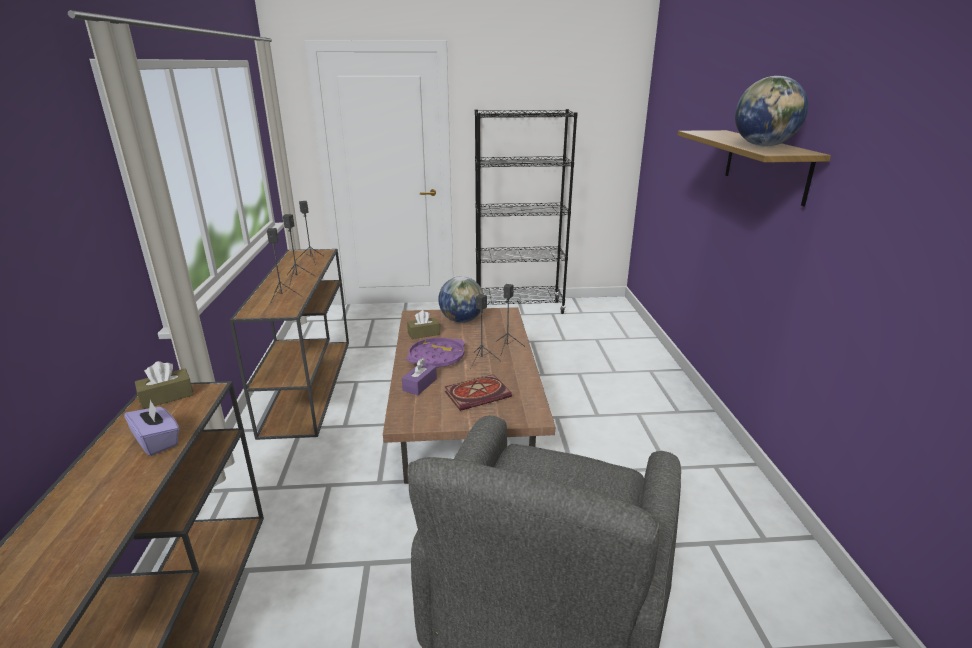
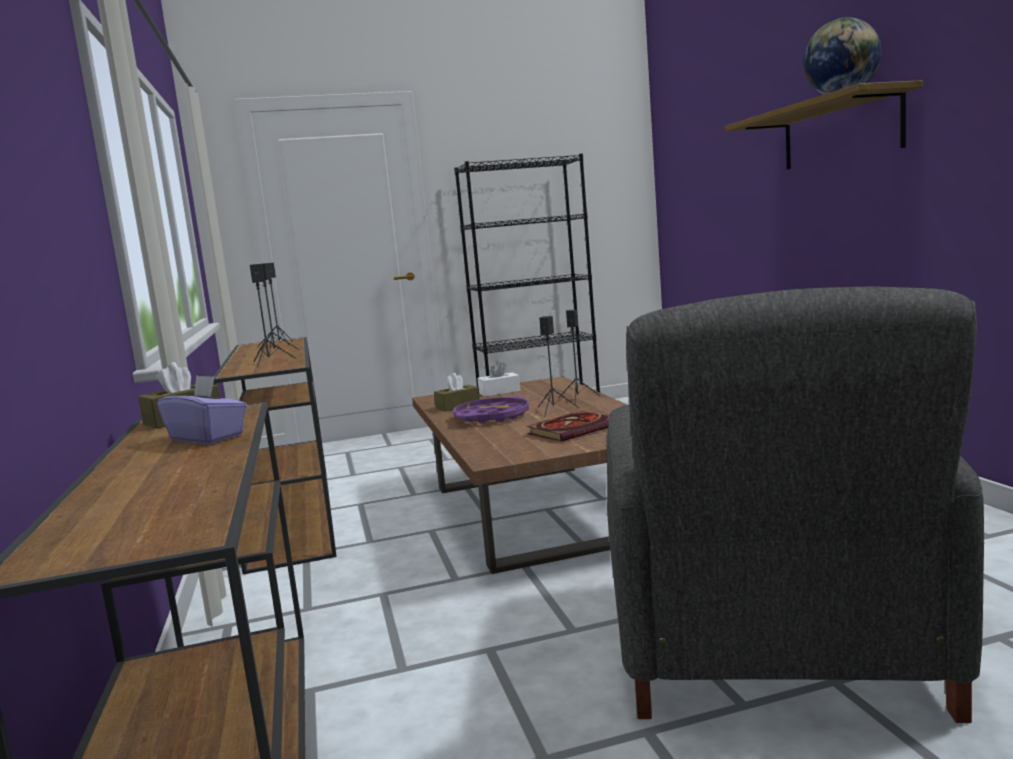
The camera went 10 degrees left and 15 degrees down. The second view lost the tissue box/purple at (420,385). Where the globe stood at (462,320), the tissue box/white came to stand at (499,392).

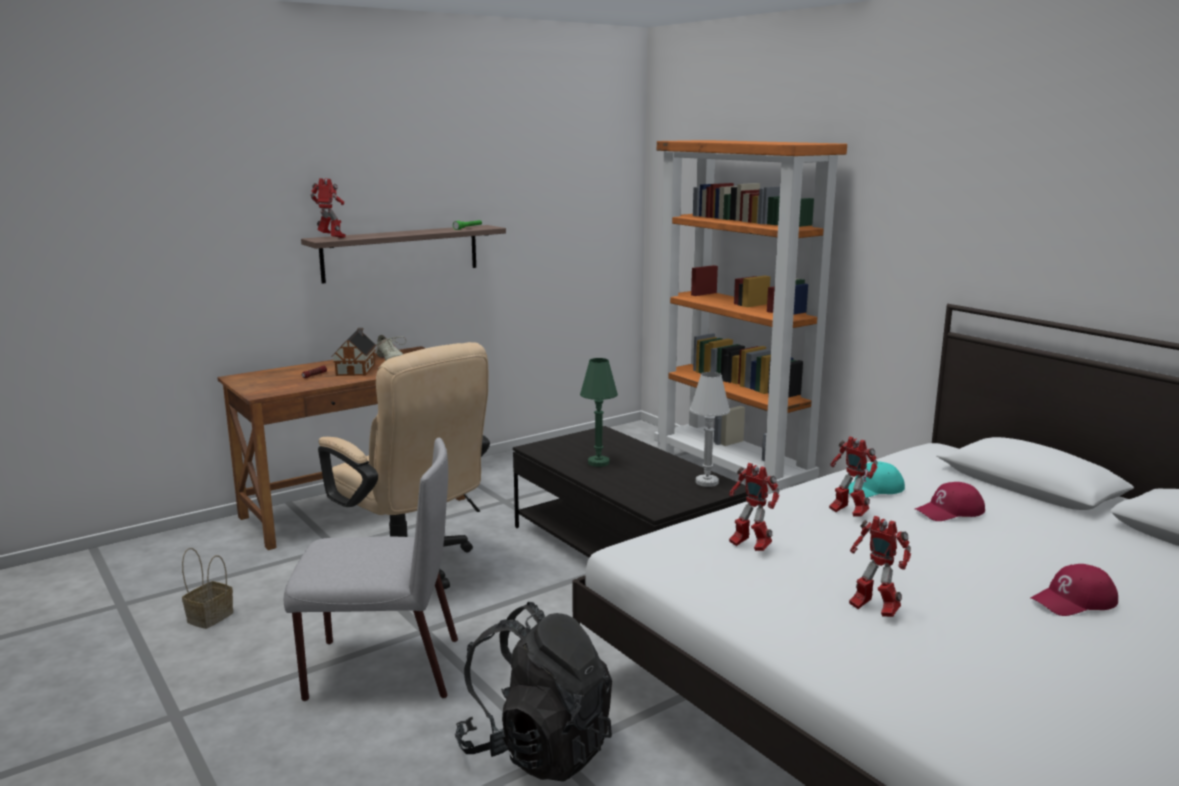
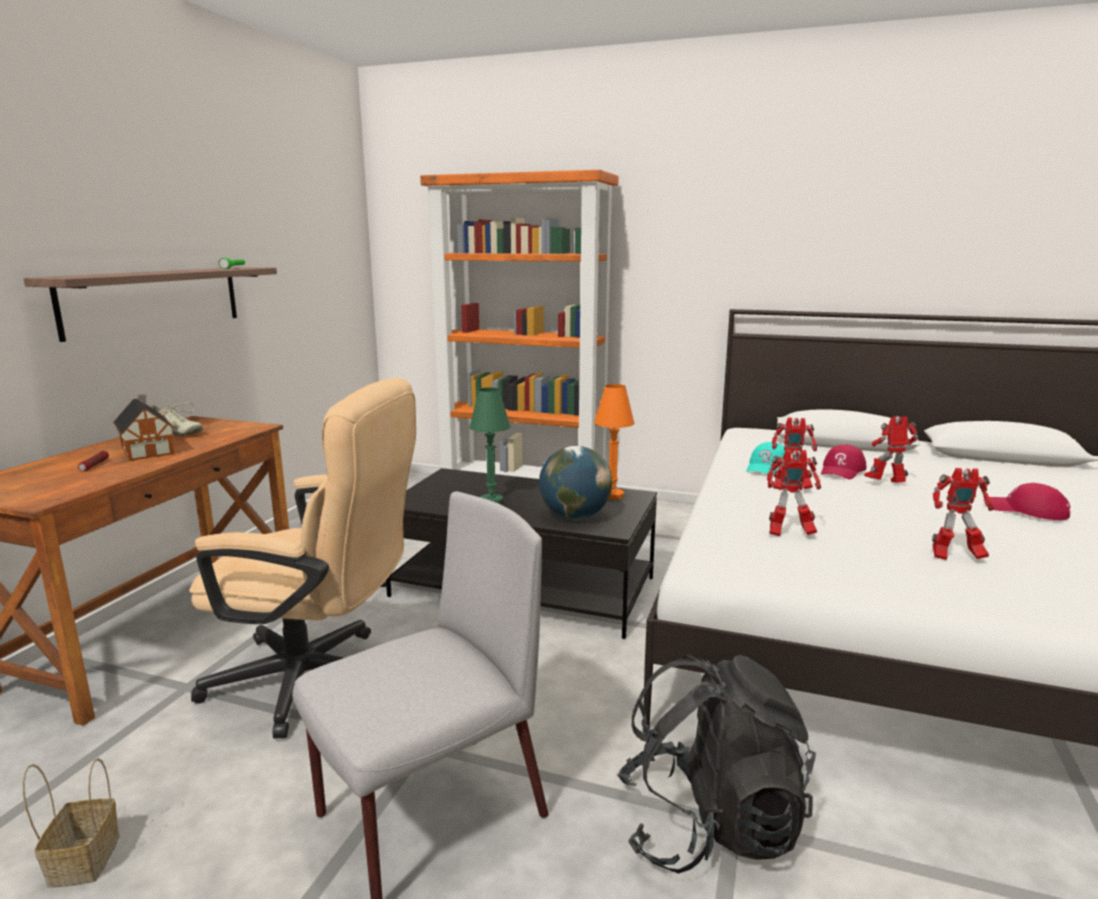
The camera went 35 degrees left and 0 degrees up. The toy robot ended up elsewhere, having gone from (331,238) to (887,484). What was the table lamp/white at (707,482) turned into the table lamp/orange at (612,495). The cap/red at (1074,601) ended up facing another way, 90 degrees clockwise from before. The second view gained the globe at (574,516).

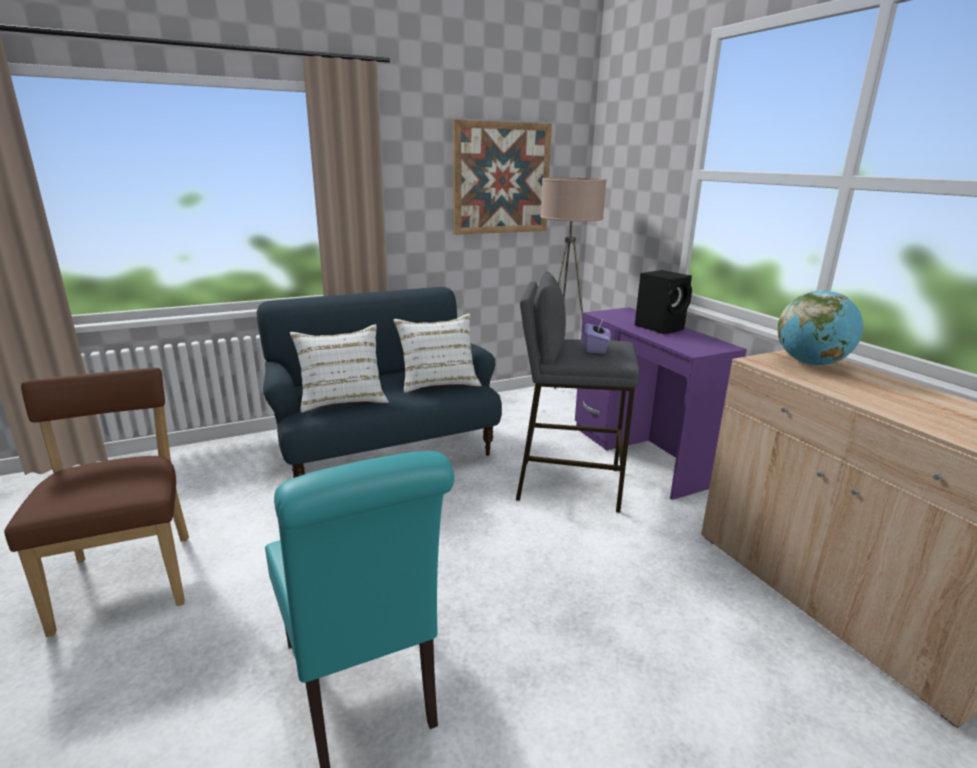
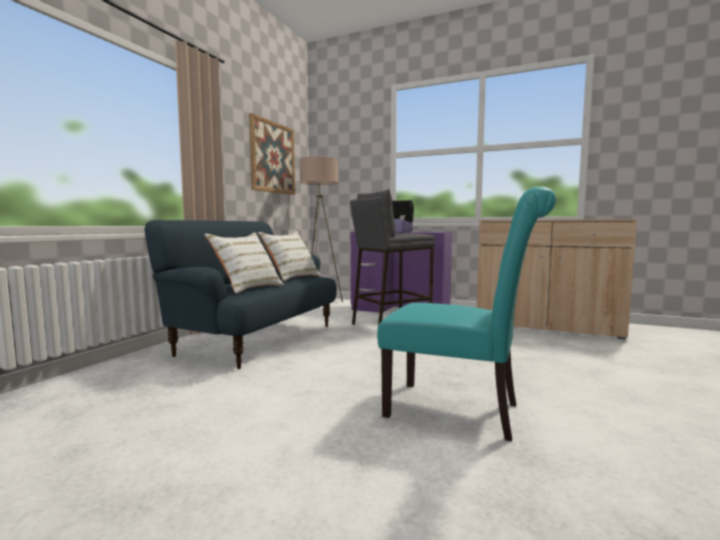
The camera went 40 degrees left and 15 degrees down. The second view lost the chair/brown at (129,577). The second view lost the globe at (811,363).

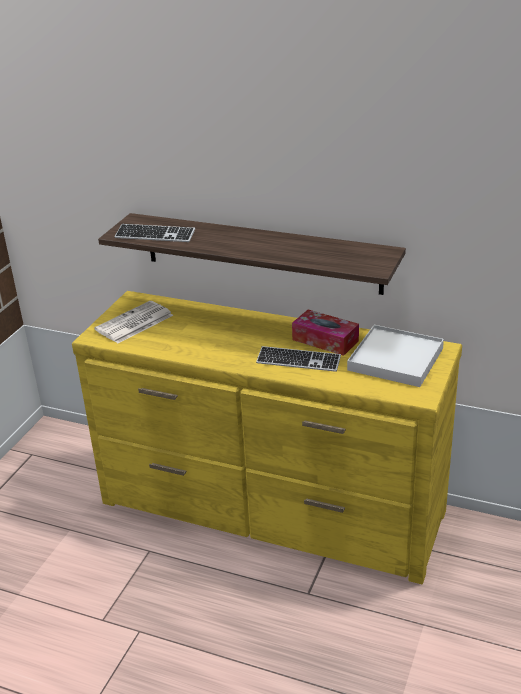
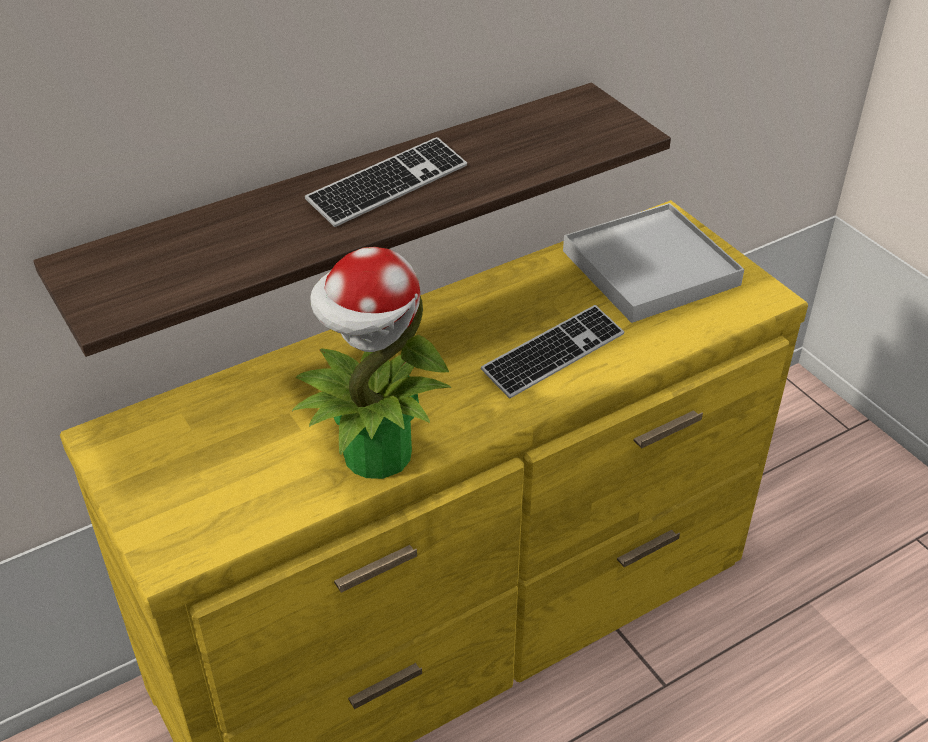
The camera went 55 degrees left and 10 degrees up. The second view lost the newspaper at (134,323). The keyboard ended up elsewhere, having gone from (155,235) to (388,185). The second view lost the tissue box at (325,340). The second view gained the potted plant at (376,455).

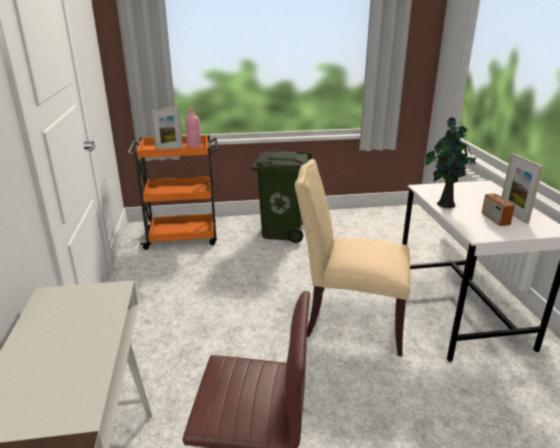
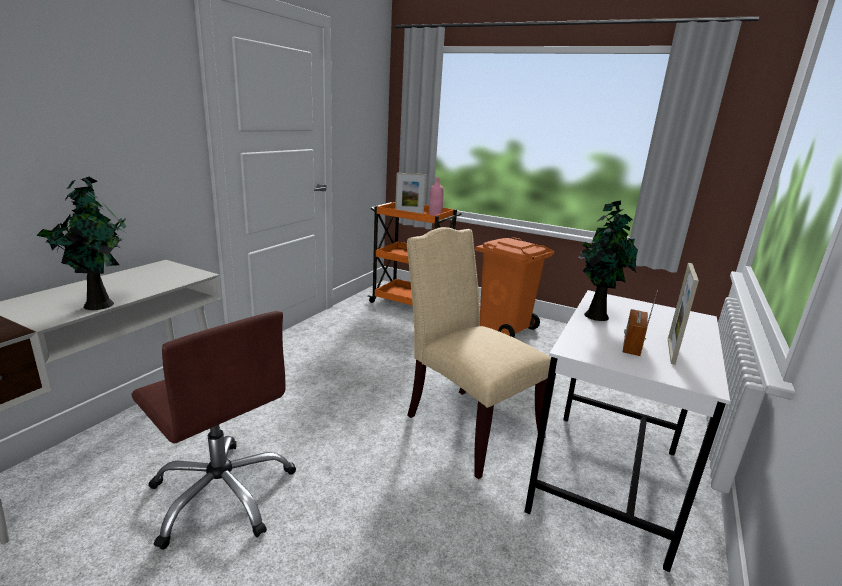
The camera went 35 degrees right and 5 degrees down. What was the trash can/green at (282,231) turned into the trash can/orange at (504,328). The second view gained the potted plant at (99,304).

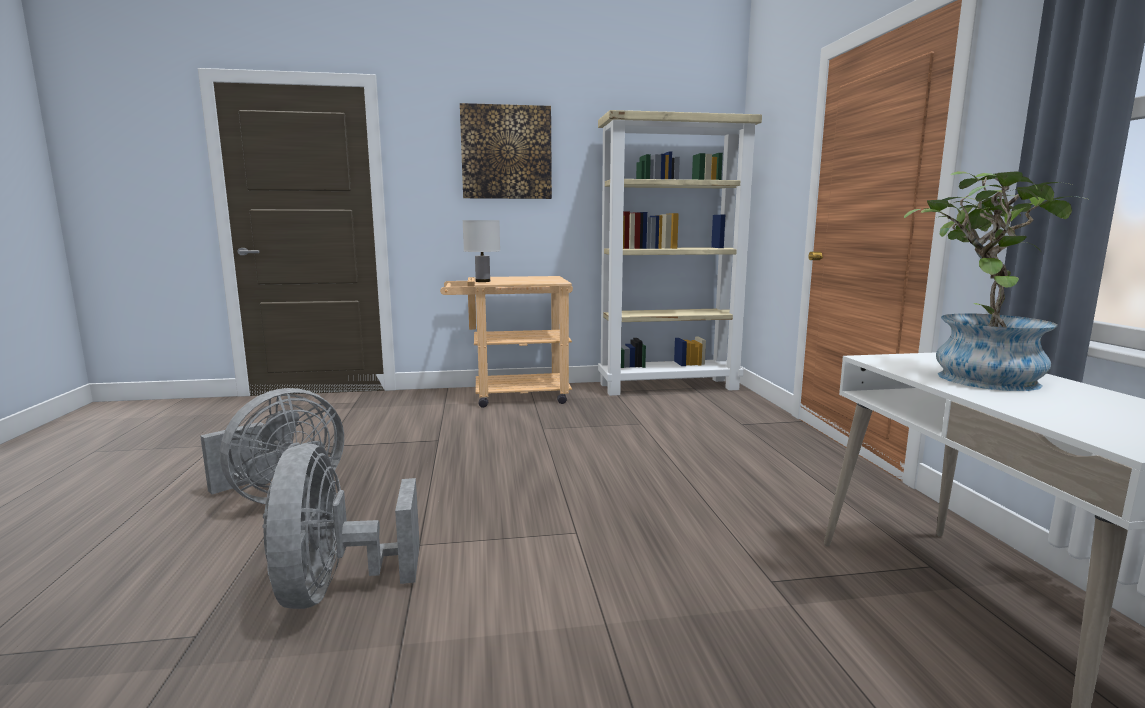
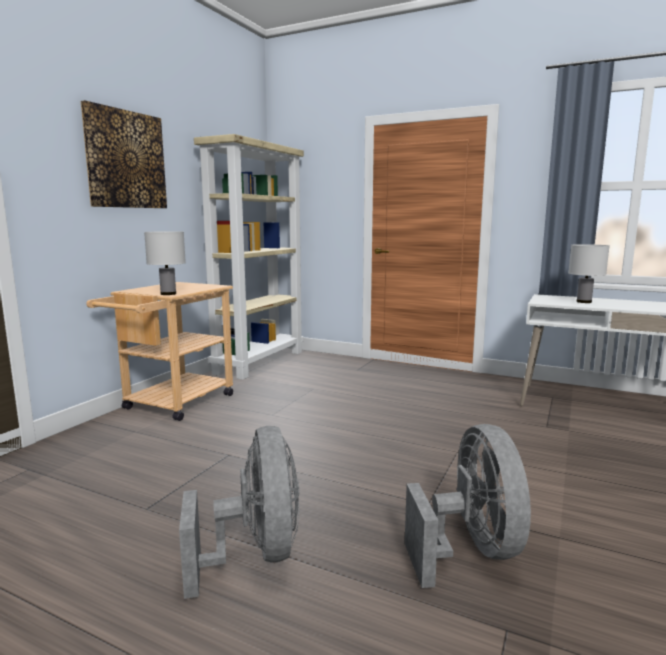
The camera went 55 degrees left and 0 degrees up. The fan/grey at (335,588) ended up facing another way, 120 degrees counterclockwise from before. Where the potted plant stood at (973,376), the table lamp/white came to stand at (583,302).

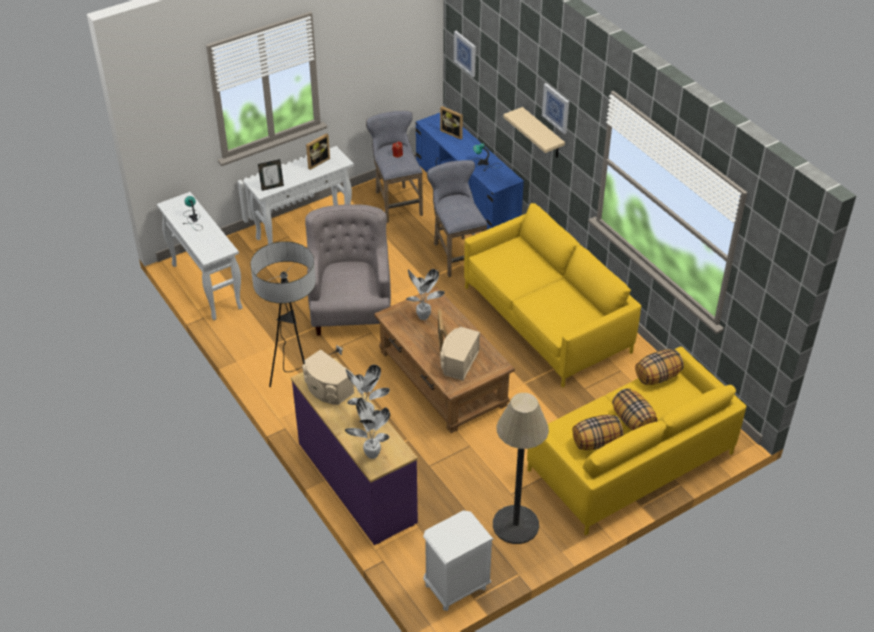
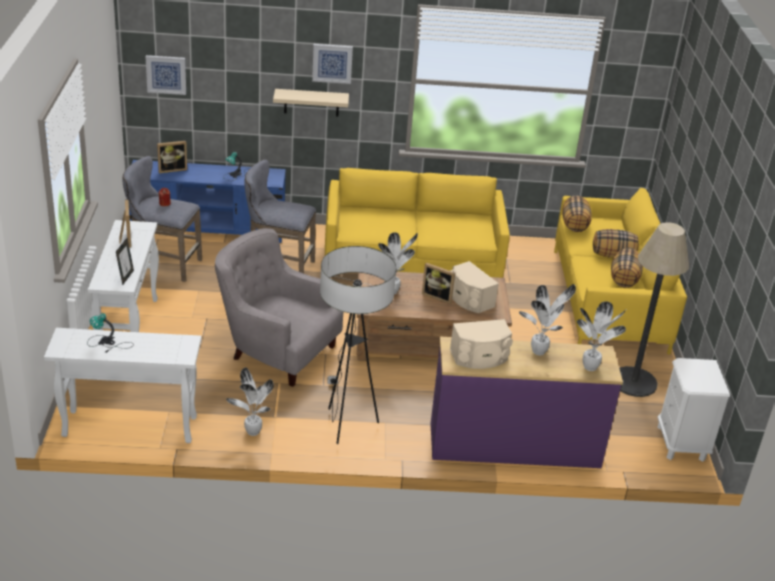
The camera went 60 degrees left and 10 degrees down. The second view gained the potted plant at (252,433).

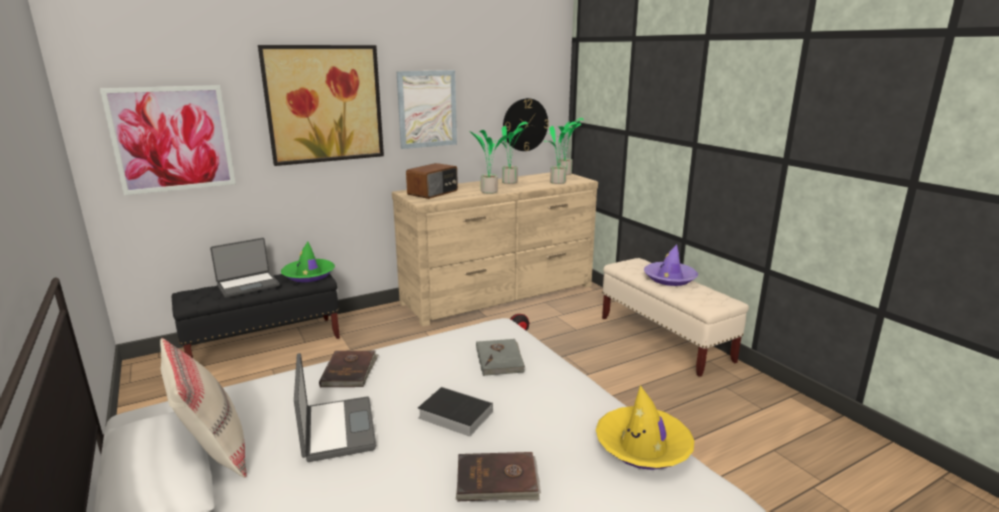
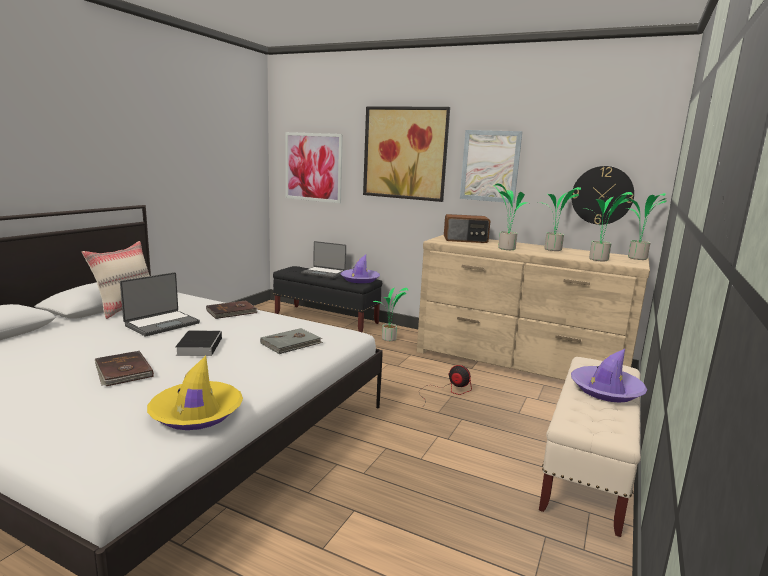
The camera went 55 degrees right and 5 degrees down. What was the hat/green at (309,275) turned into the hat/purple at (360,279). The second view gained the potted plant at (389,339).

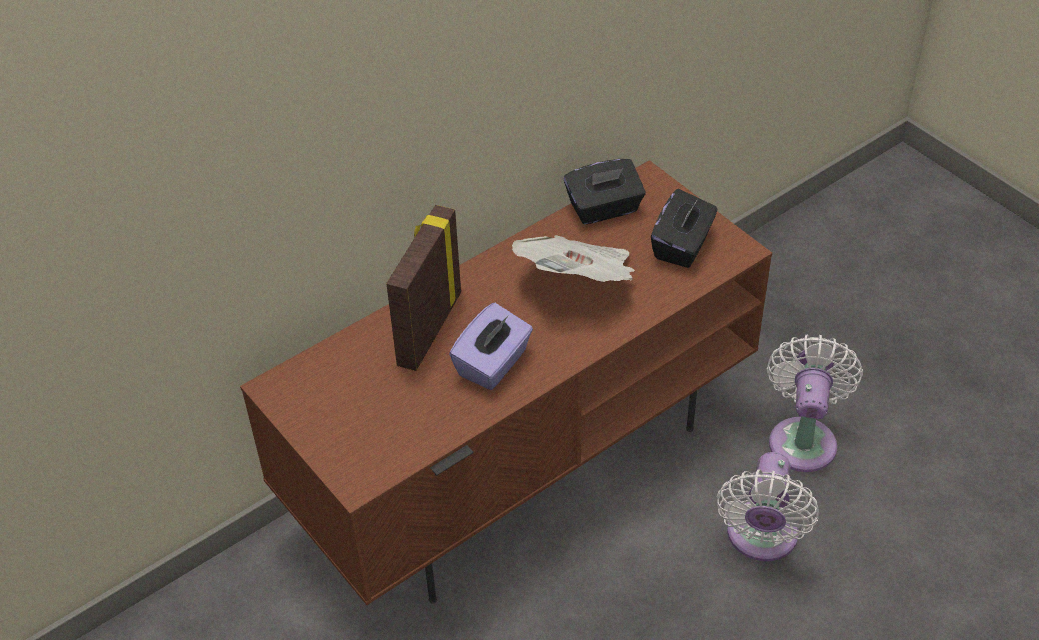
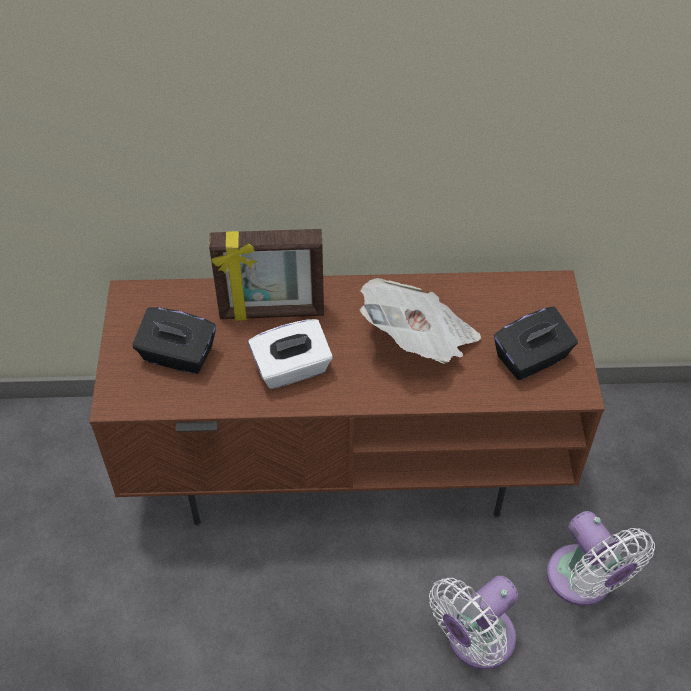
The camera went 35 degrees right and 5 degrees up. The picture frame at (427,329) ended up facing another way, 150 degrees counterclockwise from before. What was the tissue box/purple at (493,364) turned into the tissue box/white at (292,369). The tissue box/black ended up elsewhere, having gone from (604,209) to (177,356). The fan/white at (803,438) ended up facing another way, 105 degrees clockwise from before.

